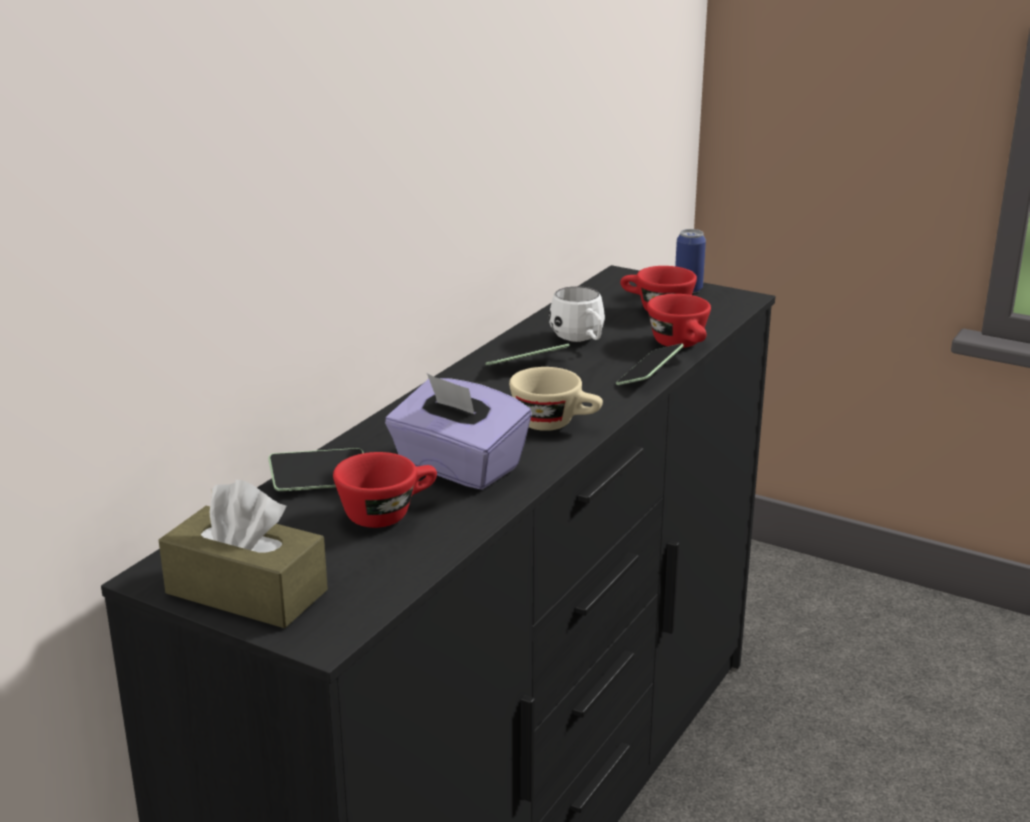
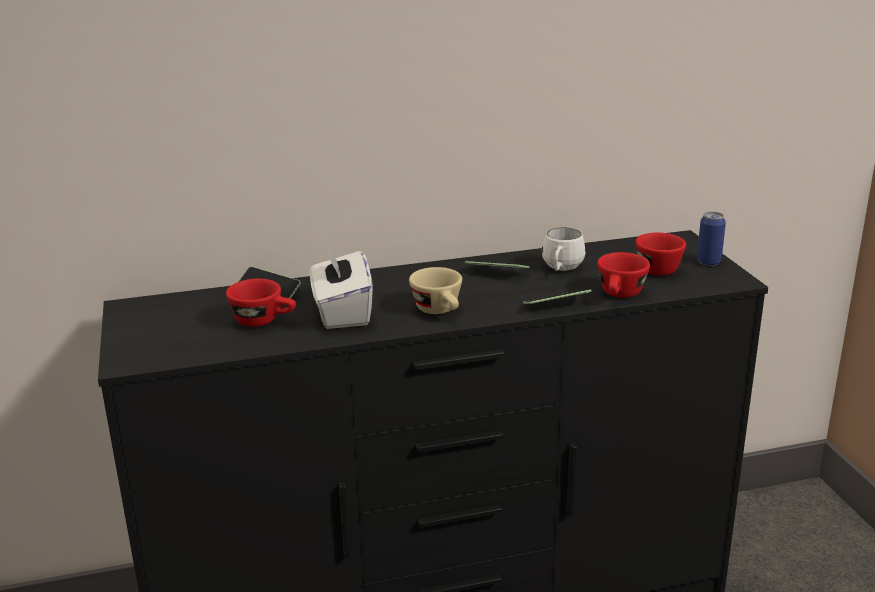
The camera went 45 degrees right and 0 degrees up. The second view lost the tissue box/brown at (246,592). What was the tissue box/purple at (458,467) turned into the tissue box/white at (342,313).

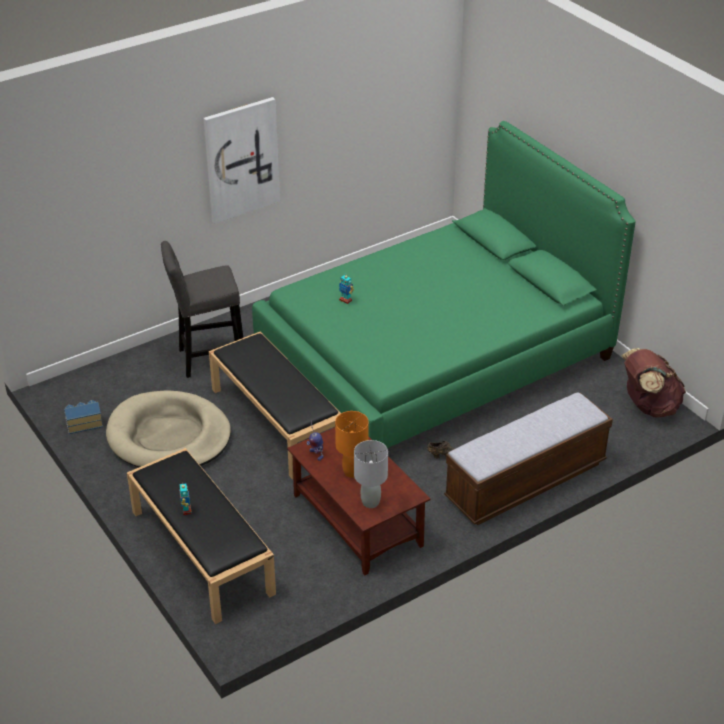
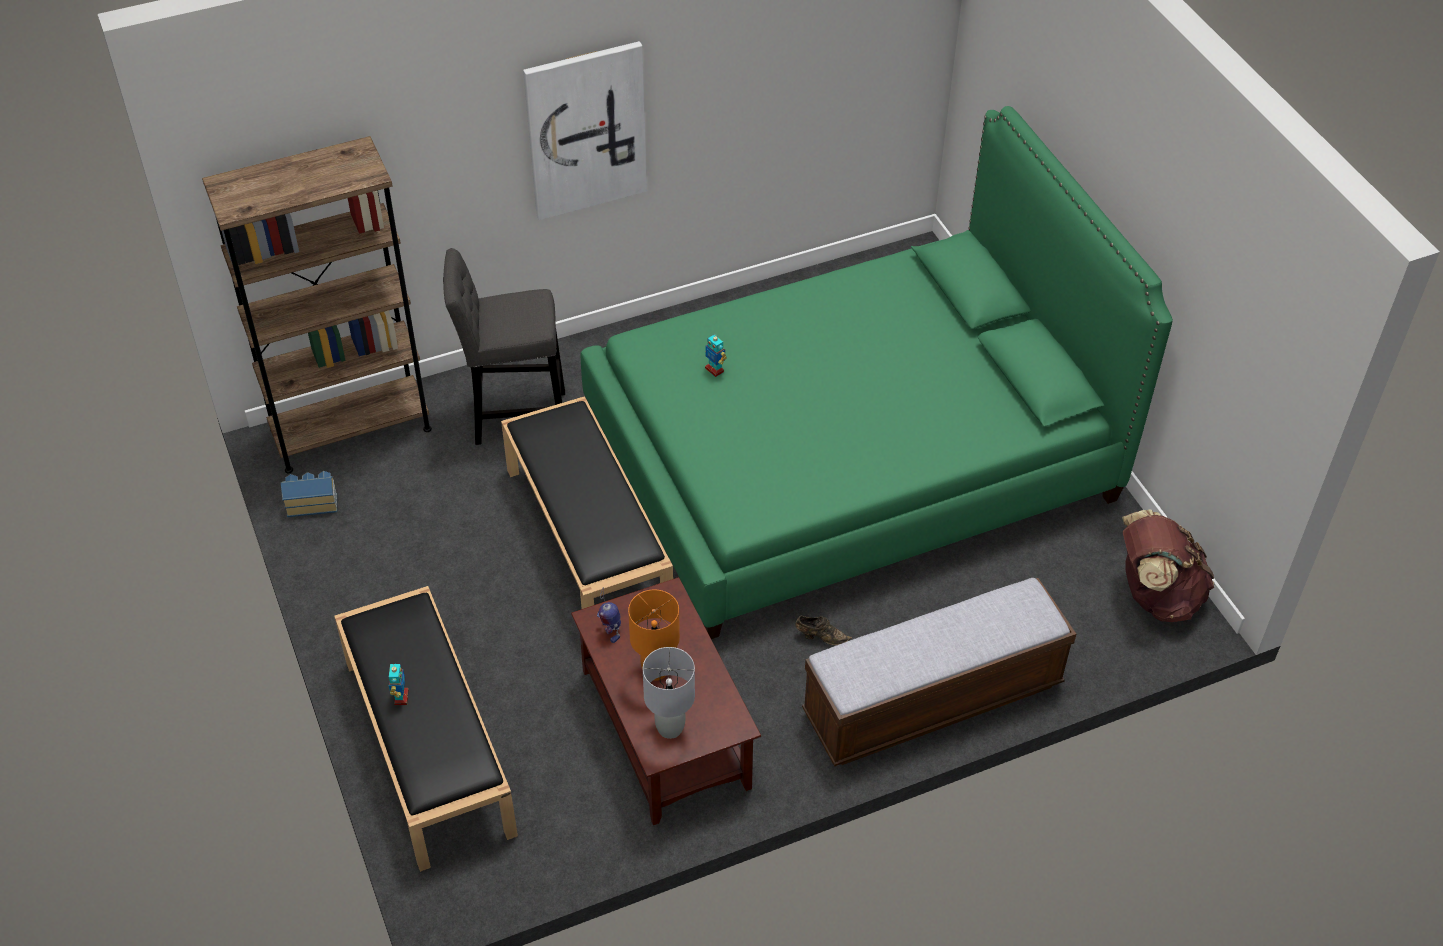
The camera went 10 degrees right and 10 degrees up. The second view lost the dog bed/beige at (169,436). The second view gained the bookcase/brown at (351,429).

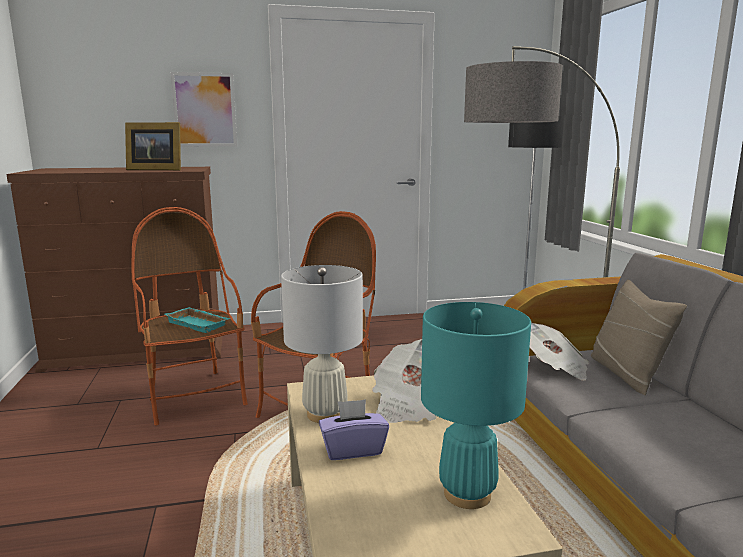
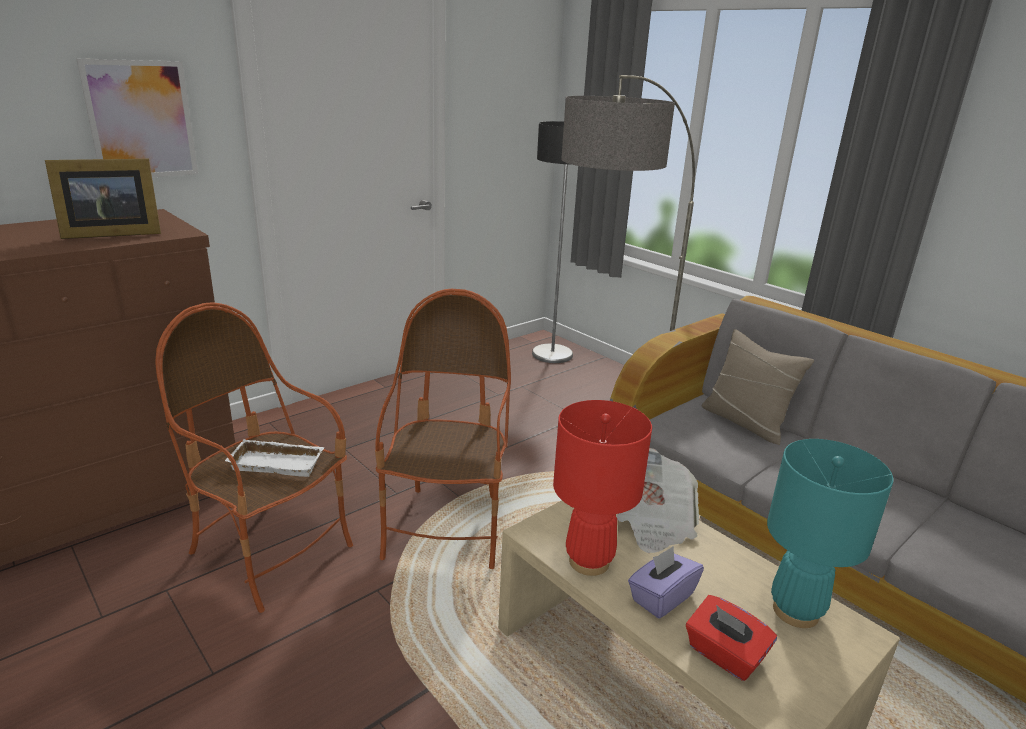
The camera went 30 degrees left and 10 degrees up. What was the tray/turquoise at (199,324) turned into the tray/white at (279,462). What was the table lamp/white at (325,414) turned into the table lamp/red at (589,561). The second view lost the newspaper at (554,368). The second view gained the tissue box/red at (724,655).

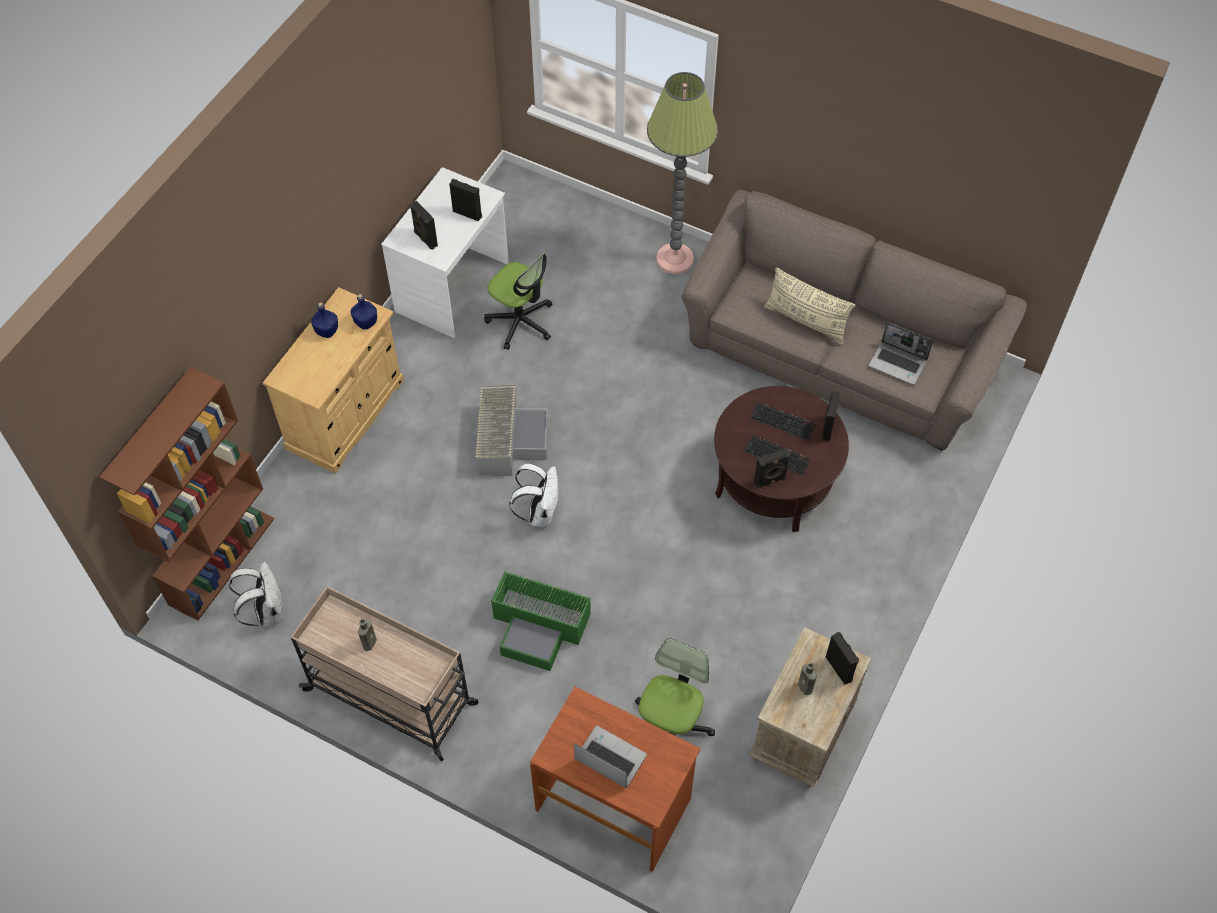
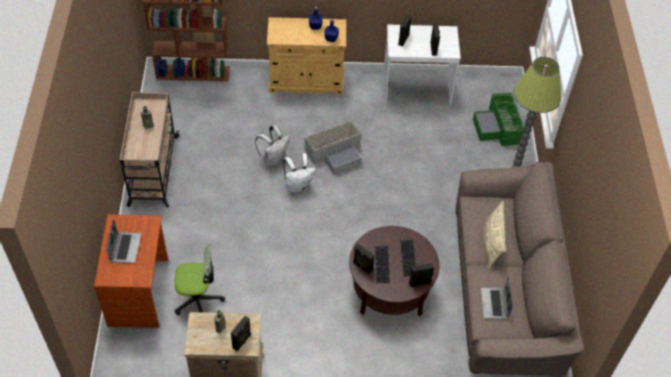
The camera went 60 degrees right and 5 degrees down. The backpack/white ended up elsewhere, having gone from (266,612) to (273,159). The second view lost the office chair at (521,322). The storage box/green ended up elsewhere, having gone from (540,626) to (498,127).

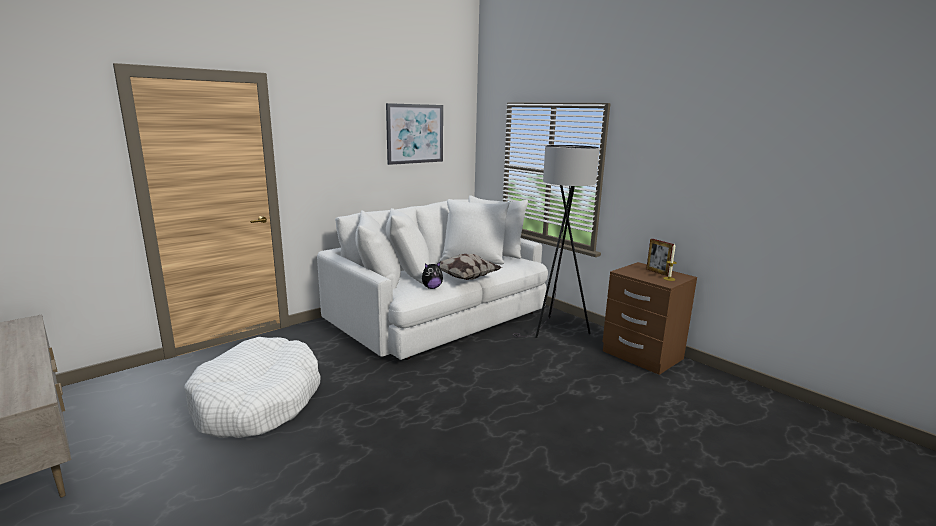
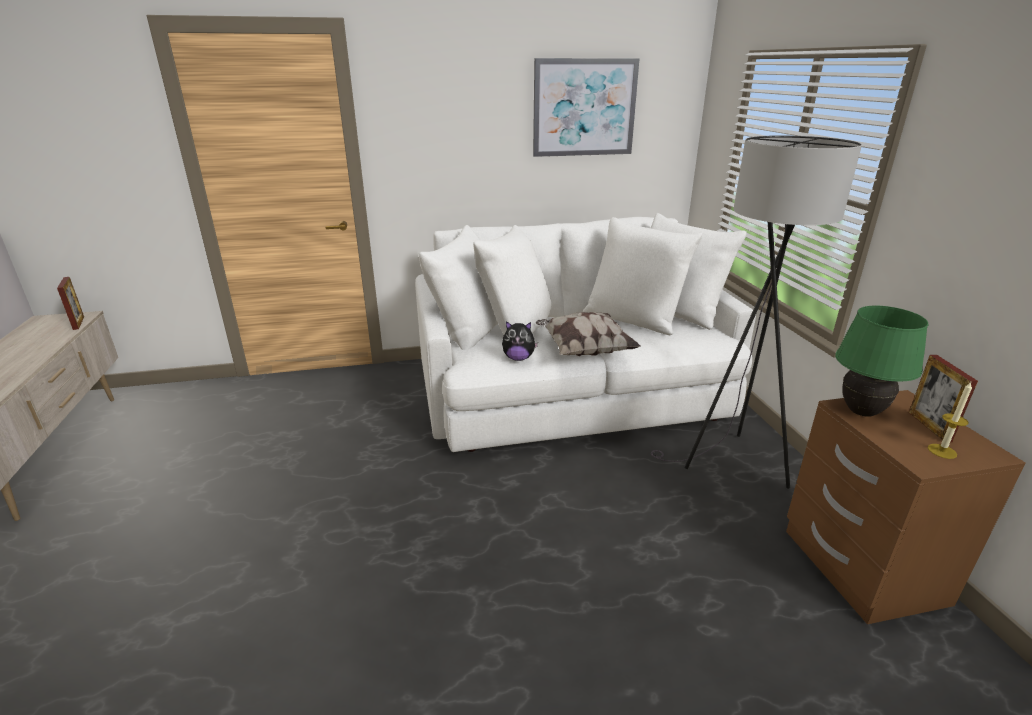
The camera went 30 degrees right and 10 degrees up. The second view lost the dog bed/white at (258,402). The second view gained the picture frame at (78,323). The second view gained the table lamp/green at (862,412).

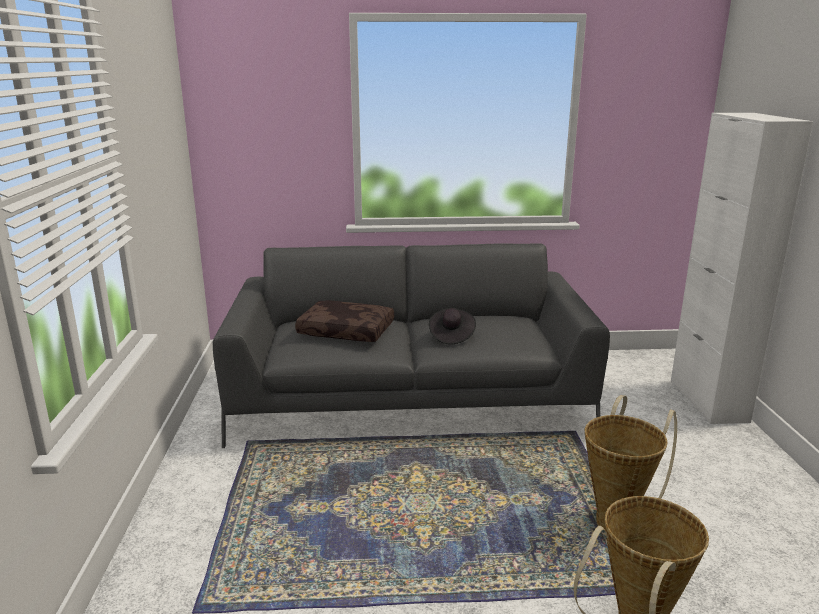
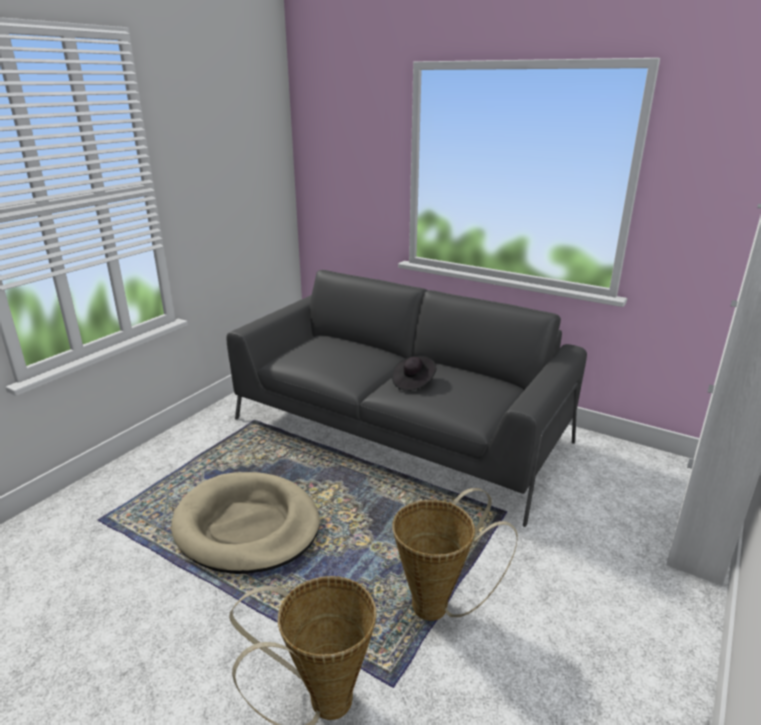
The camera went 35 degrees right and 5 degrees up. The second view lost the pillow/brown at (347,331). The second view gained the dog bed/beige at (247,526).

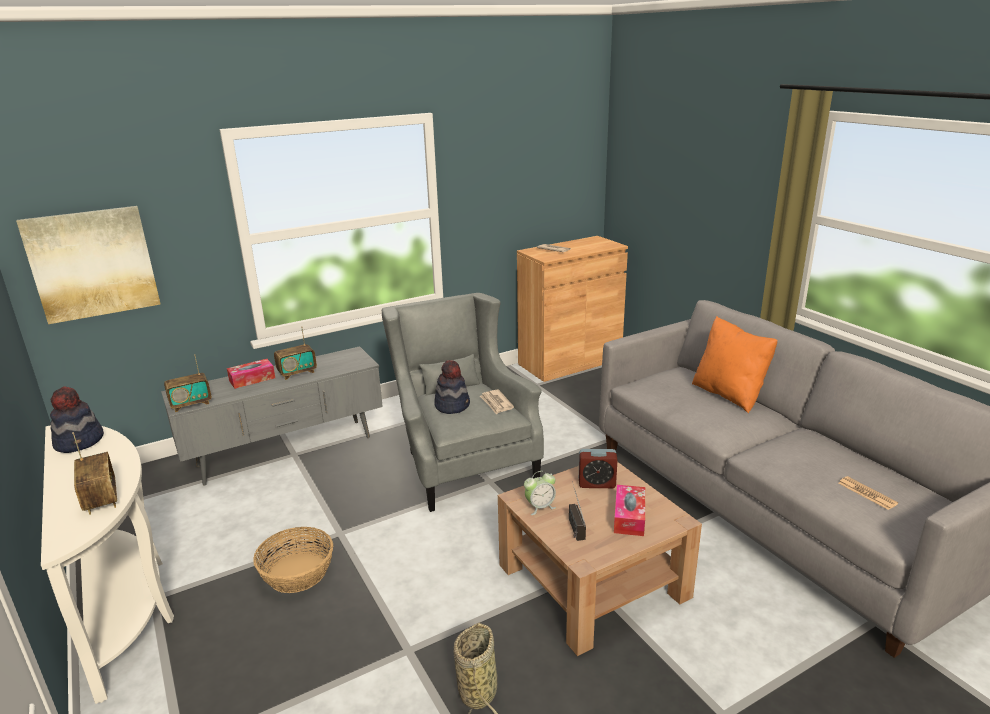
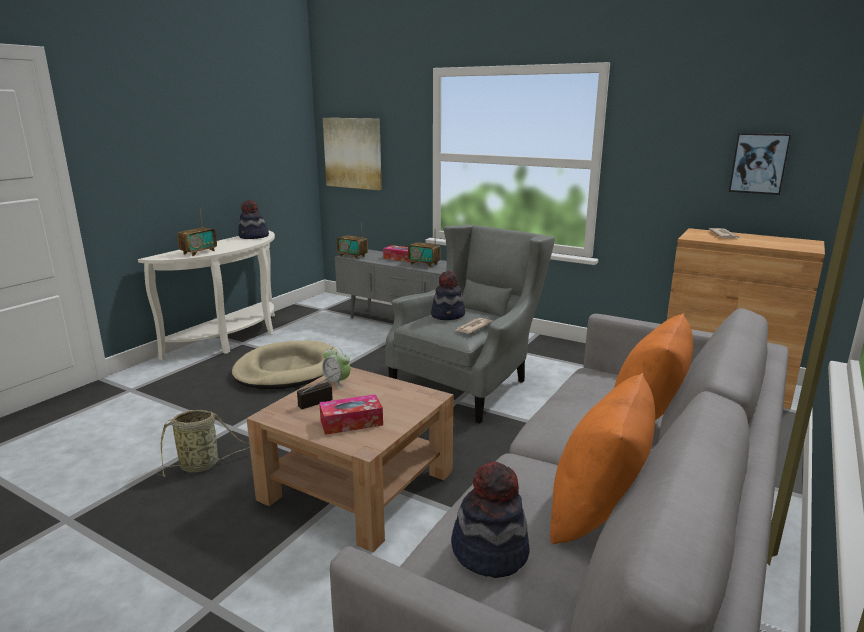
The camera went 60 degrees right and 5 degrees down. Where the basket stood at (297,573), the dog bed/beige came to stand at (287,370). The second view lost the alarm clock at (597,483). Where the newspaper stood at (867,493), the hat came to stand at (489,551). The second view gained the pillow/orange at (597,512). The second view gained the picture at (759,163).

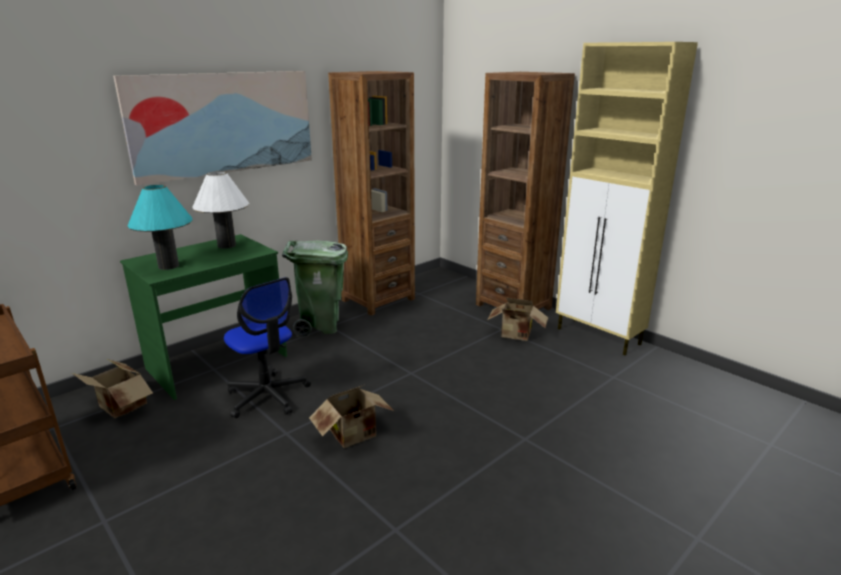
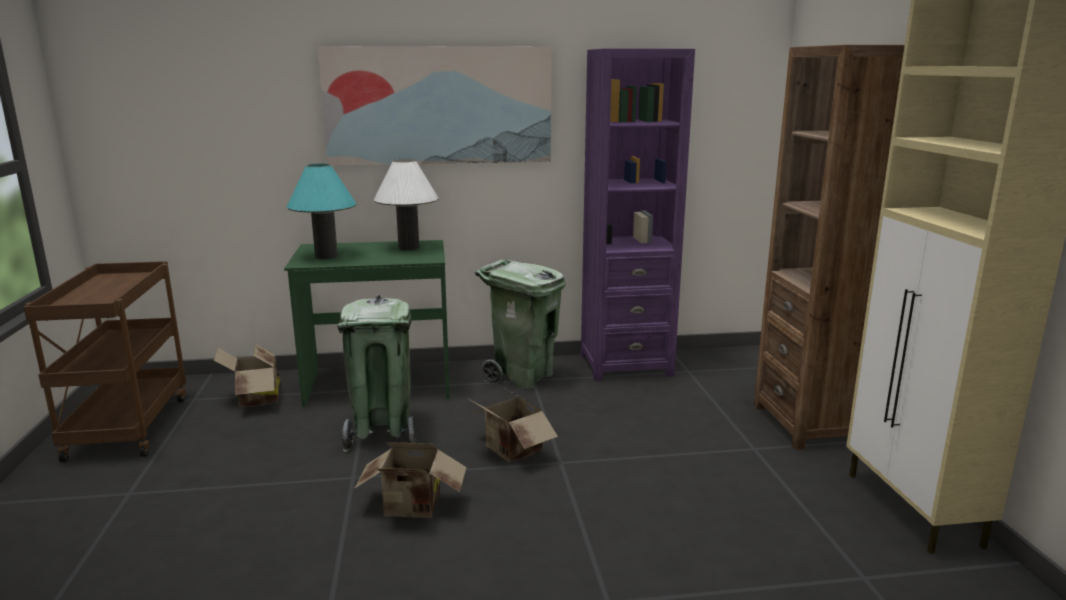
The camera went 35 degrees right and 5 degrees down. Where the office chair stood at (267,396), the trash can/green came to stand at (382,433). What was the bookcase/brown at (378,299) turned into the bookcase/purple at (625,365). The cardboard box ended up elsewhere, having gone from (516,336) to (510,451).

